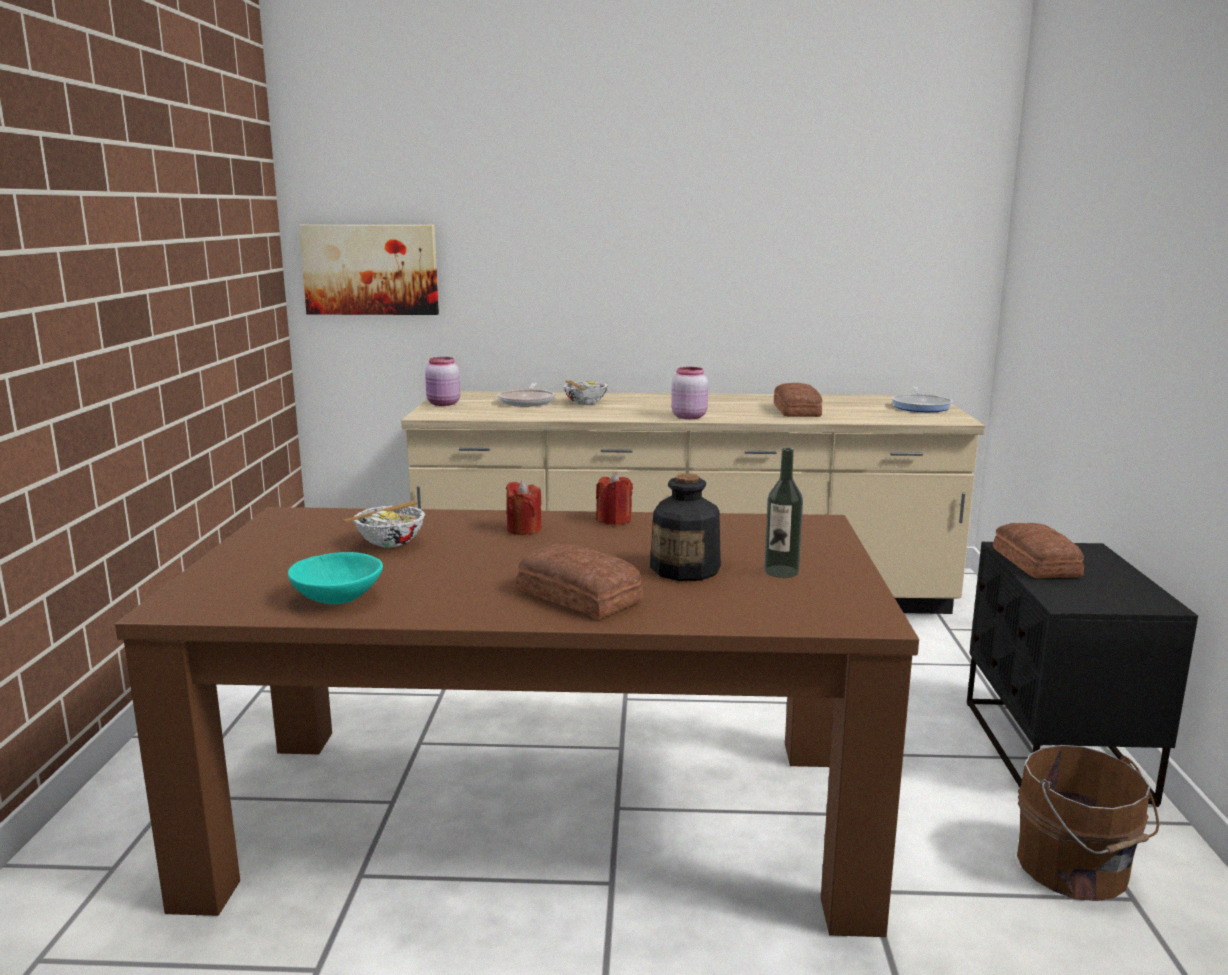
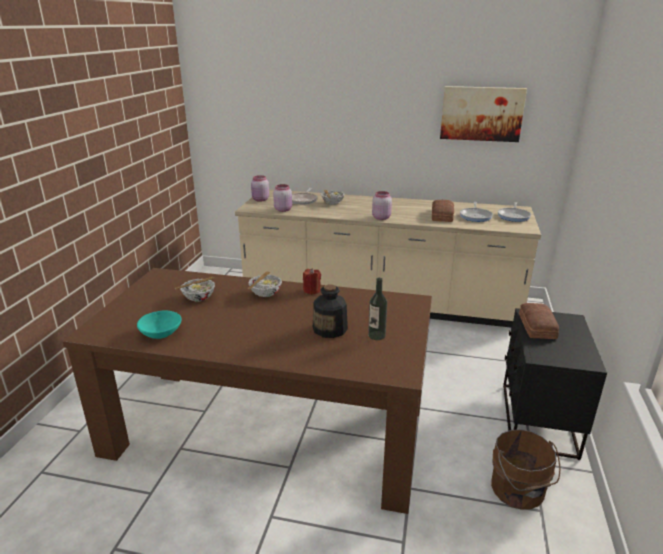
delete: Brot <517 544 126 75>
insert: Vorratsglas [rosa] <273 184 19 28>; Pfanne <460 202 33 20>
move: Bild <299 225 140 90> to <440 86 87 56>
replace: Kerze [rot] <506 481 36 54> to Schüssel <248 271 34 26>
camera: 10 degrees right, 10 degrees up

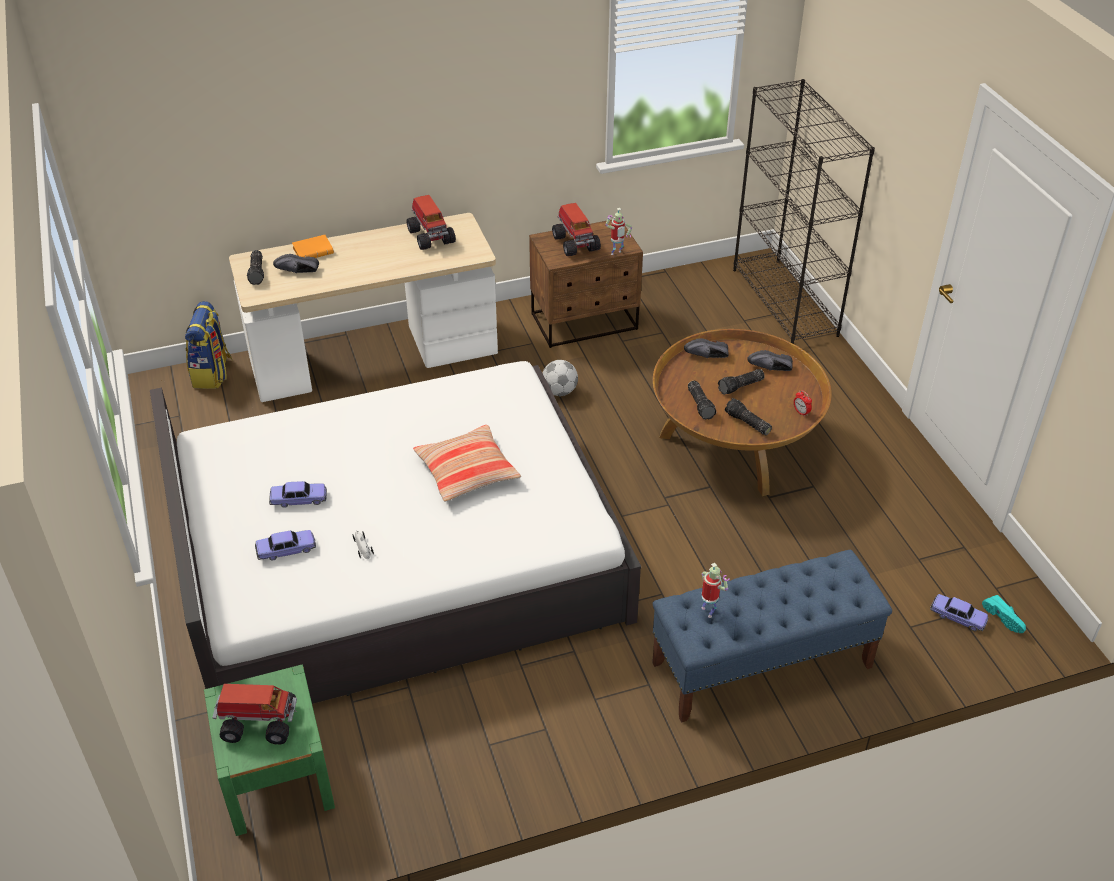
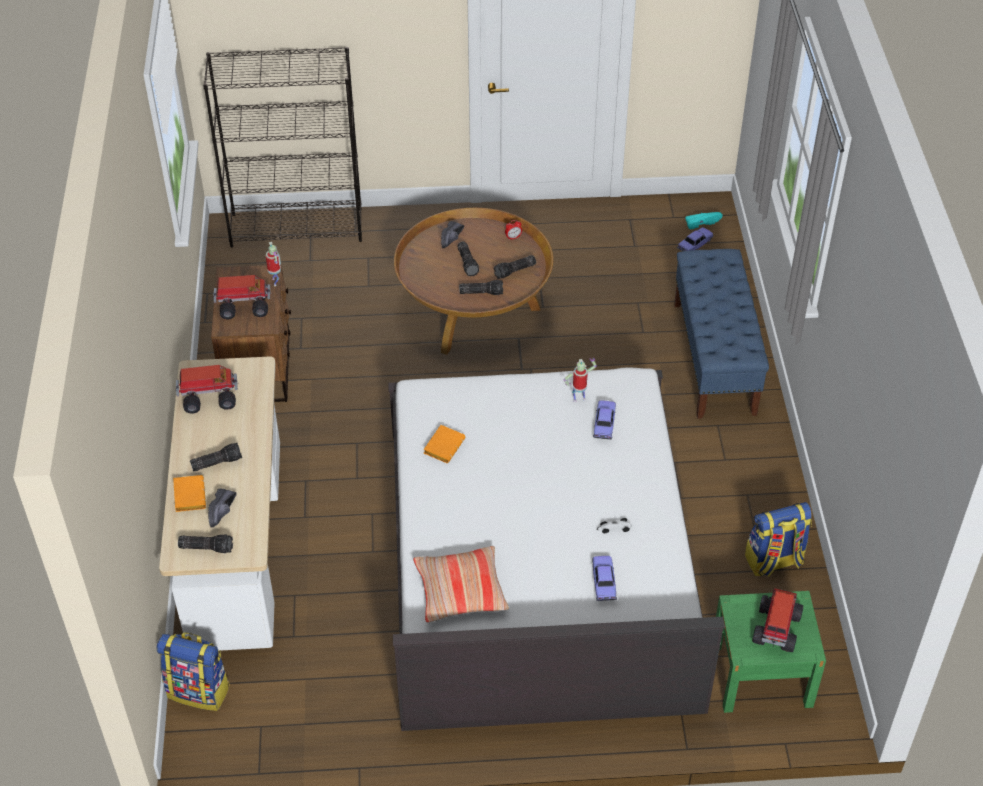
delete: Fußball <542 360 36 36>; Schuh [schwarz] <684 338 45 20>
insert: Taschenlampe <190 443 52 28>; Buch [orange] <424 425 41 38>; Rucksack <745 502 67 75>
move: Spielzeugauto <269 481 58 27> to <593 400 23 40>; Kissen <413 425 108 77> to <413 546 96 76>; Spielzeugroboter <701 563 29 55> to <564 358 33 44>
camera: 75 degrees left, 5 degrees up

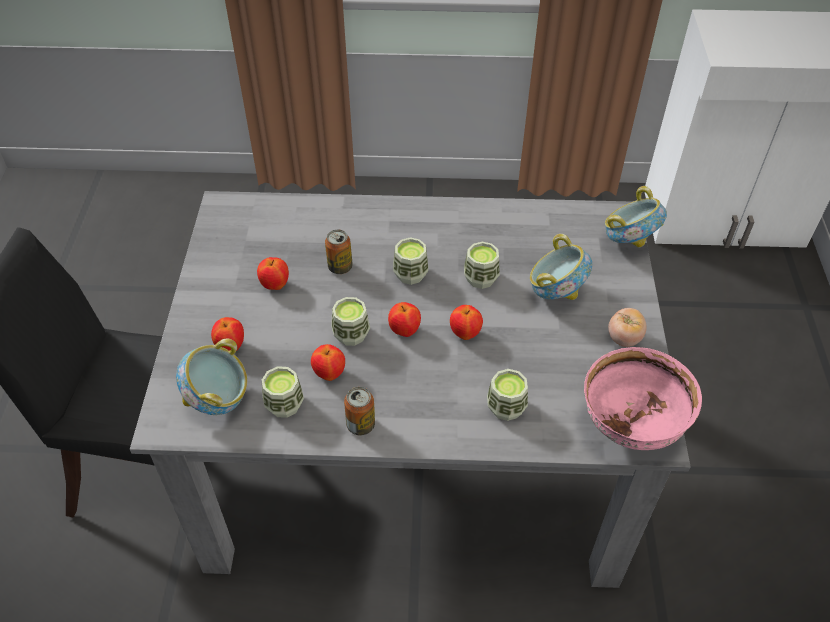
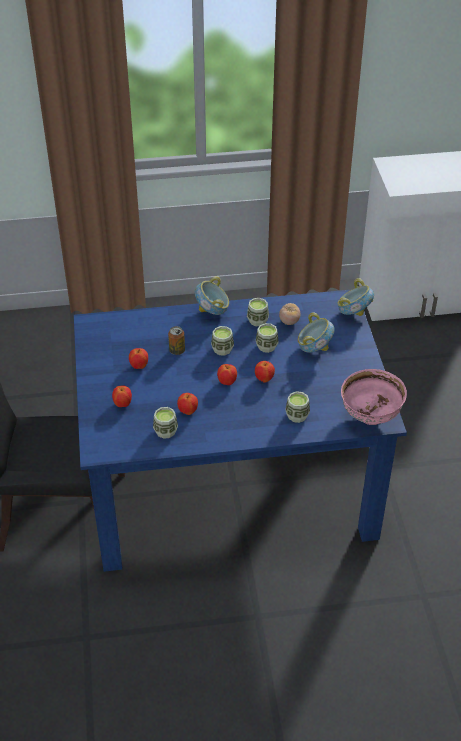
delete: Dose <344 387 31 48>
move: Schüssel <176 339 71 76> to <195 276 34 39>; Tasse <331 297 39 49> to <247 298 22 28>; Tomate <608 308 39 39> to <279 303 21 22>
recolor: Esstisch [grau] <130 191 561 397> to Esstisch [blau] <74 290 333 282>
camera: 10 degrees left, 5 degrees down

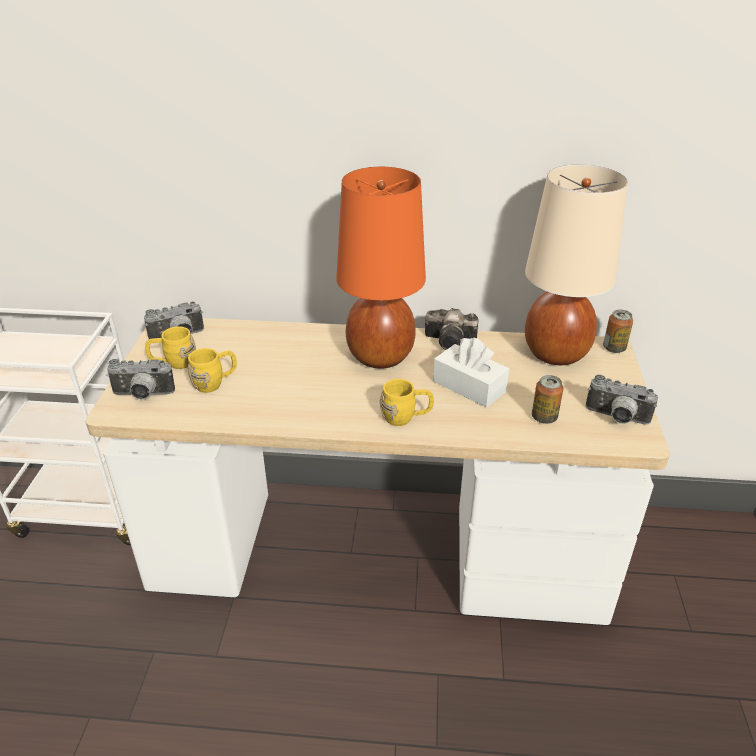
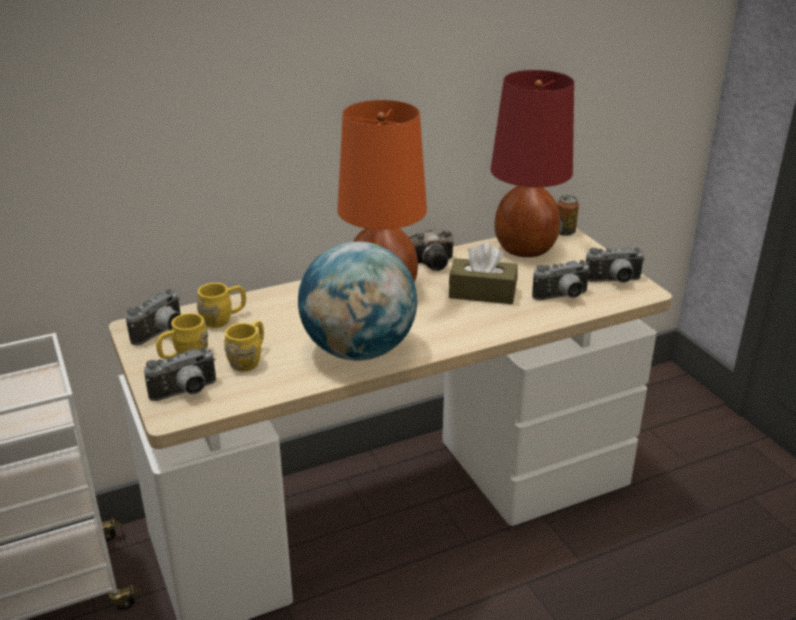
insert: Globus <298 241 119 120>
move: Henkelbecher [gelb] <380 379 54 47> to <197 283 49 45>
replace: Dose <532 375 31 49> to Kamera <532 260 59 40>
recolor: Taschentuchbox [weiß] <433 337 76 71> to Taschentuchbox [braun] <449 243 69 61>; Tischlampe [beige] <525 164 103 201> to Tischlampe [rot] <491 70 83 187>
camera: 30 degrees left, 5 degrees down

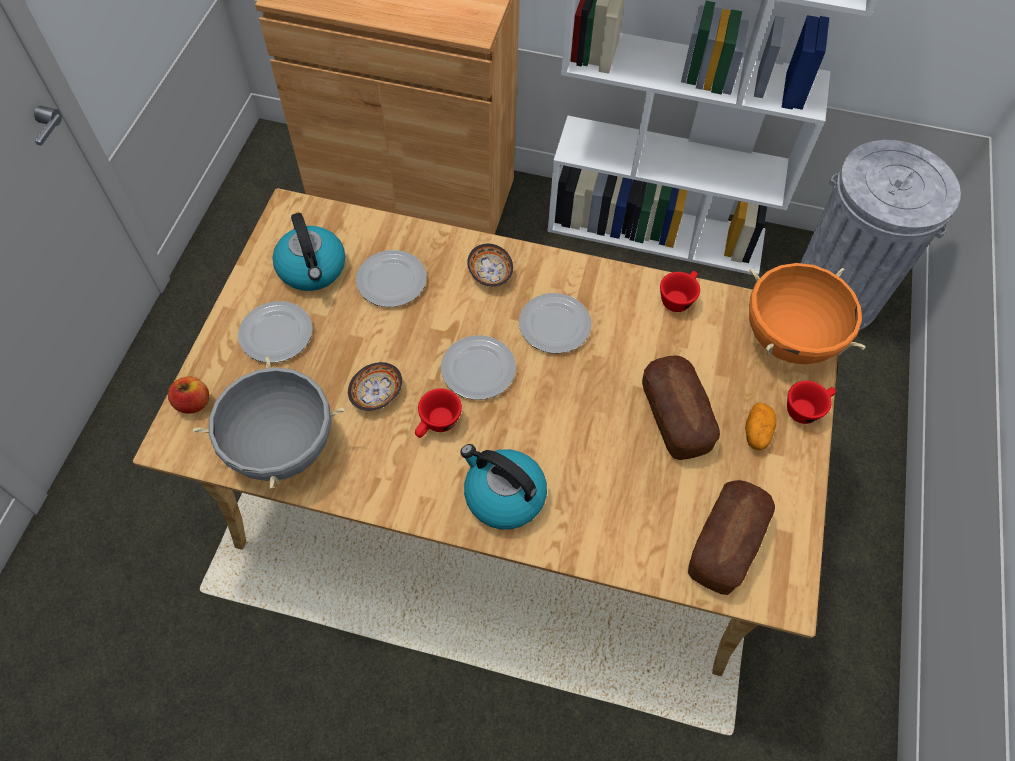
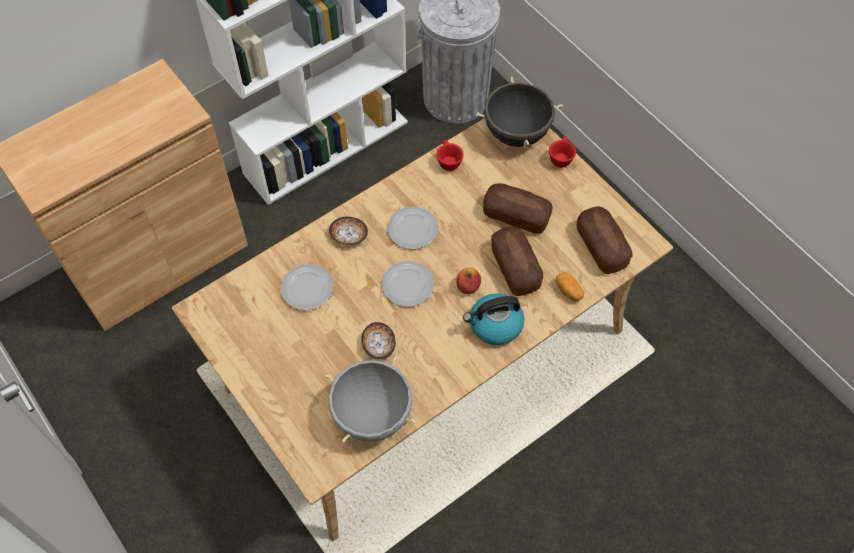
delete: Teller <238 301 75 62>; Wasserkessel <273 213 72 78>; Tasse [rot] <415 388 47 50>
insert: Brot <491 226 52 70>
move: Apfel <168 376 41 38> to <456 268 25 26>; Kartoffel <745 403 31 48> to <556 272 28 29>
recolor: Kochtopf [orange] <749 263 117 101> to Kochtopf [schwarz] <476 76 87 72>
camera: 50 degrees left, 0 degrees up

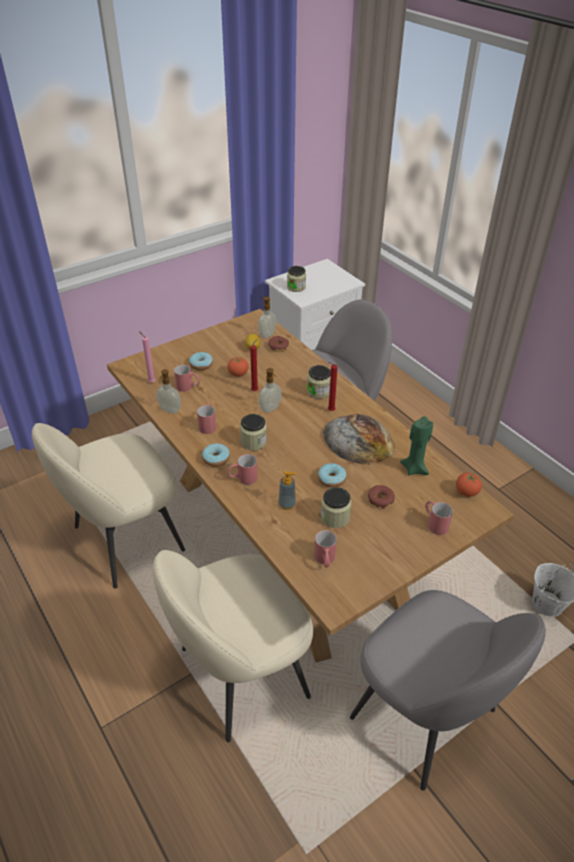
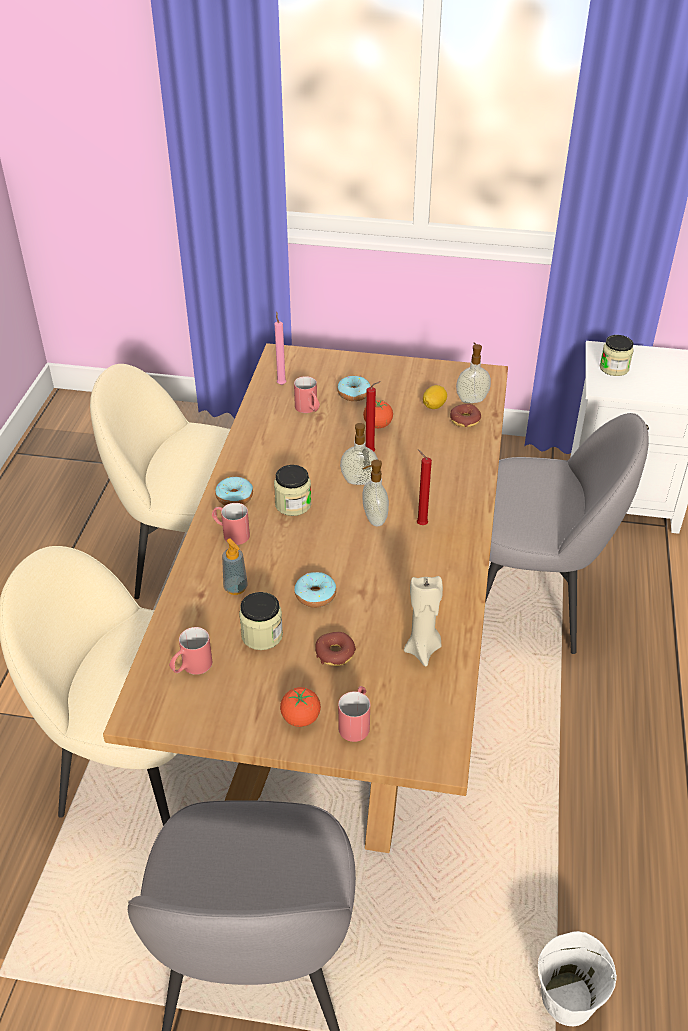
delete: Henkelbecher [rot] <197 404 19 30>; Vorratsglas <307 365 24 34>; Brot <323 414 72 51>
move: Seifenspender <156 369 25 44> to <362 460 27 66>; Tomate <456 472 26 25> to <280 687 41 40>
recolor: Kerze [grün] <400 416 33 60> to Kerze [beige] <404 576 39 90>
camera: 45 degrees right, 0 degrees up

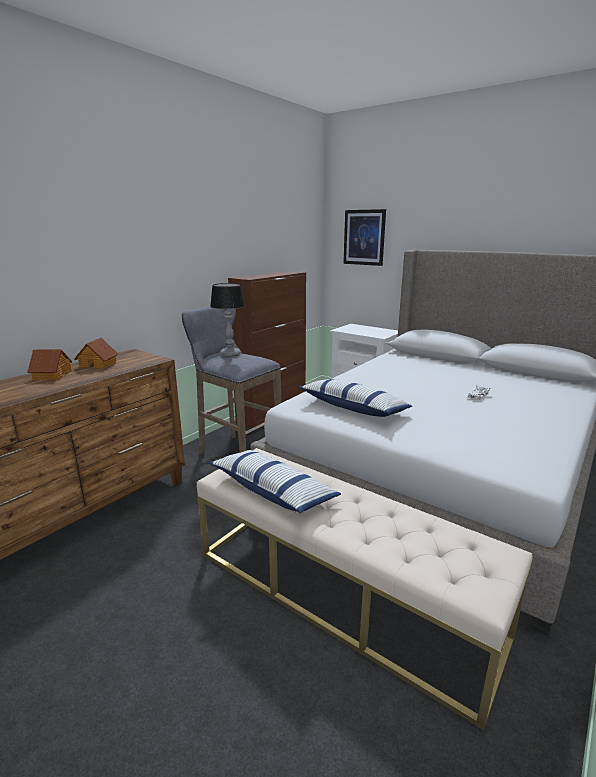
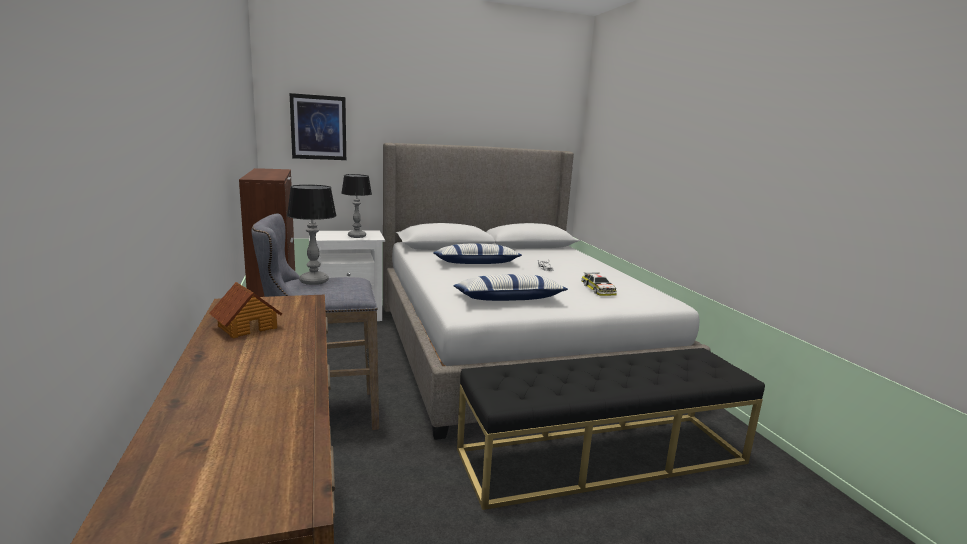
delete: Spielzeughaus <28 349 44 31>
insert: Tischlampe <341 174 31 64>; Spielzeugauto <582 272 35 24>
move: Kissen <209 450 132 63> to <433 244 89 20>
recolor: Bank [beige] <197 448 336 282> to Bank [schwarz] <457 348 308 162>
camera: 55 degrees left, 5 degrees down

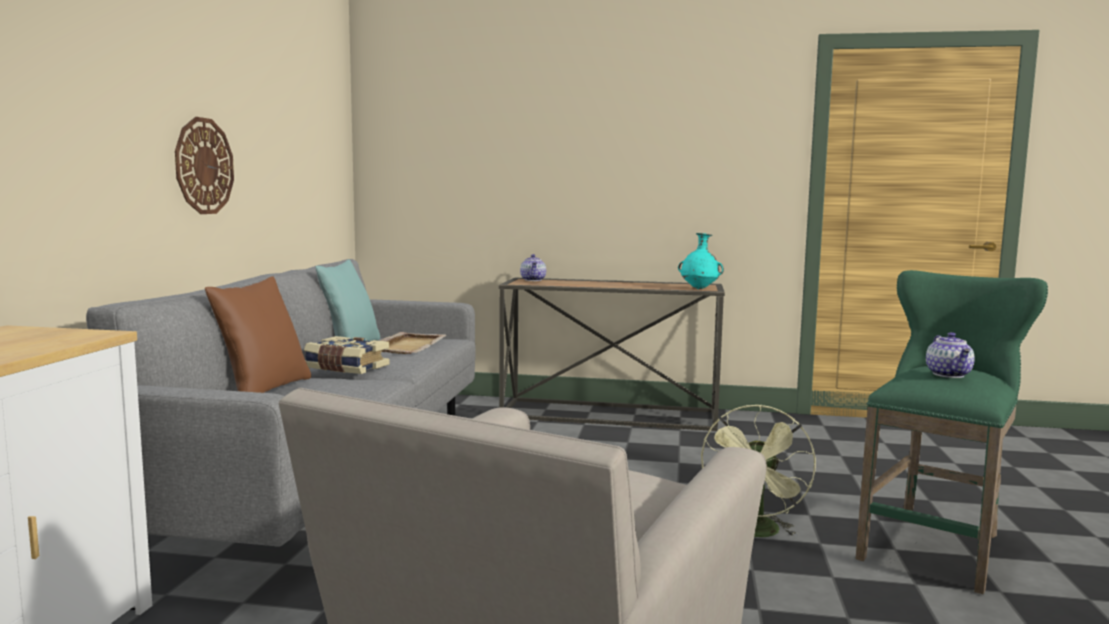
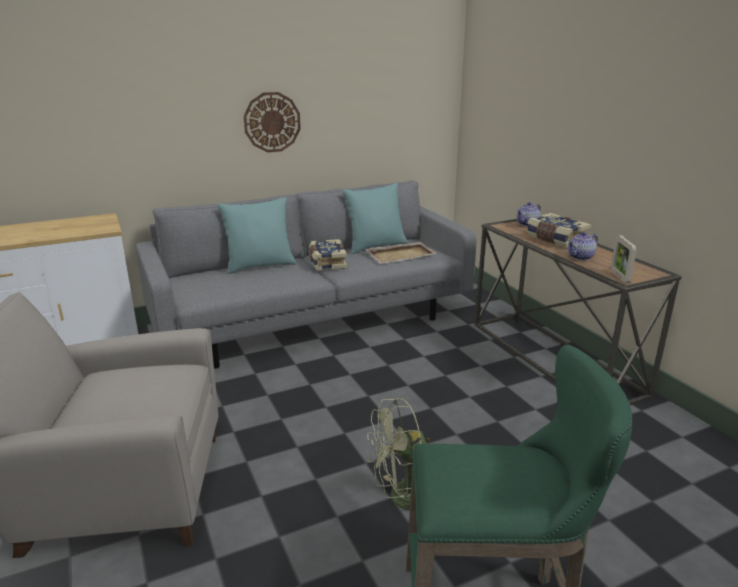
insert: Buch <526 213 65 35>
move: Teekanne <926 332 49 46> to <568 232 30 29>
replace: Vase [türkis] <678 233 46 56> to Bilderrahmen <611 235 26 48>
recolor: Kissen [braun] <205 276 106 117> to Kissen [türkis] <217 198 79 76>
camera: 55 degrees right, 15 degrees up

